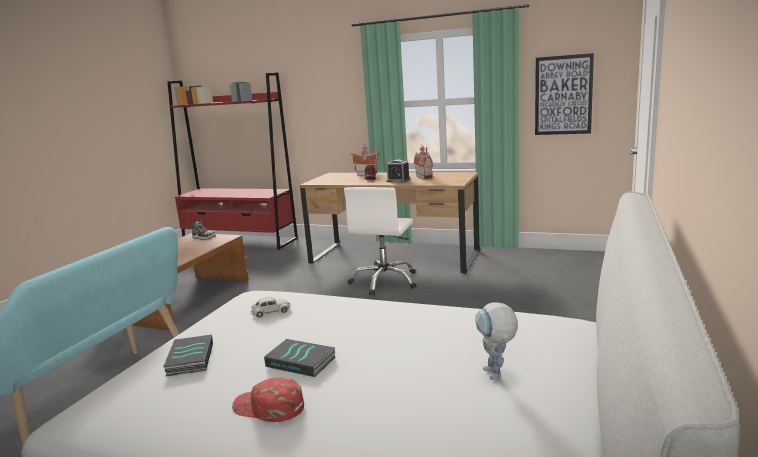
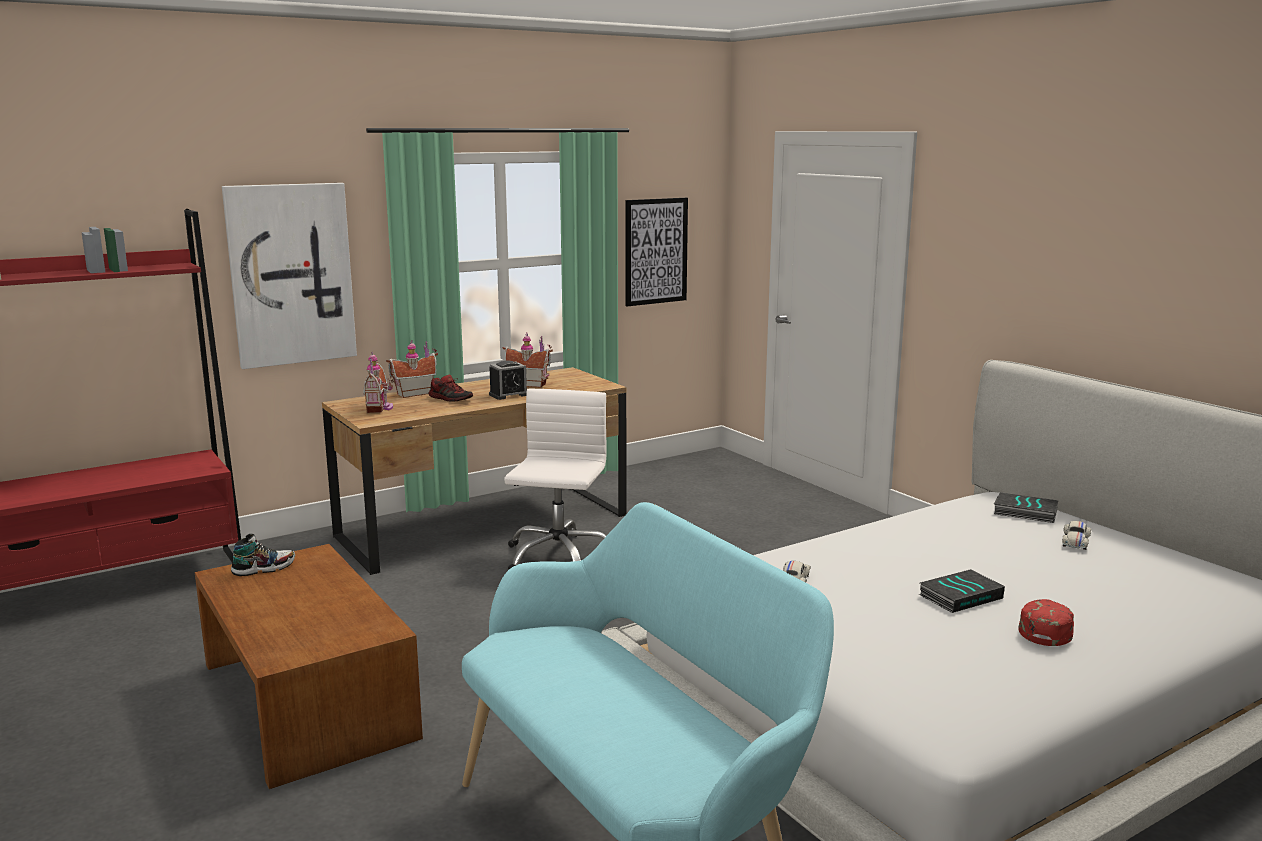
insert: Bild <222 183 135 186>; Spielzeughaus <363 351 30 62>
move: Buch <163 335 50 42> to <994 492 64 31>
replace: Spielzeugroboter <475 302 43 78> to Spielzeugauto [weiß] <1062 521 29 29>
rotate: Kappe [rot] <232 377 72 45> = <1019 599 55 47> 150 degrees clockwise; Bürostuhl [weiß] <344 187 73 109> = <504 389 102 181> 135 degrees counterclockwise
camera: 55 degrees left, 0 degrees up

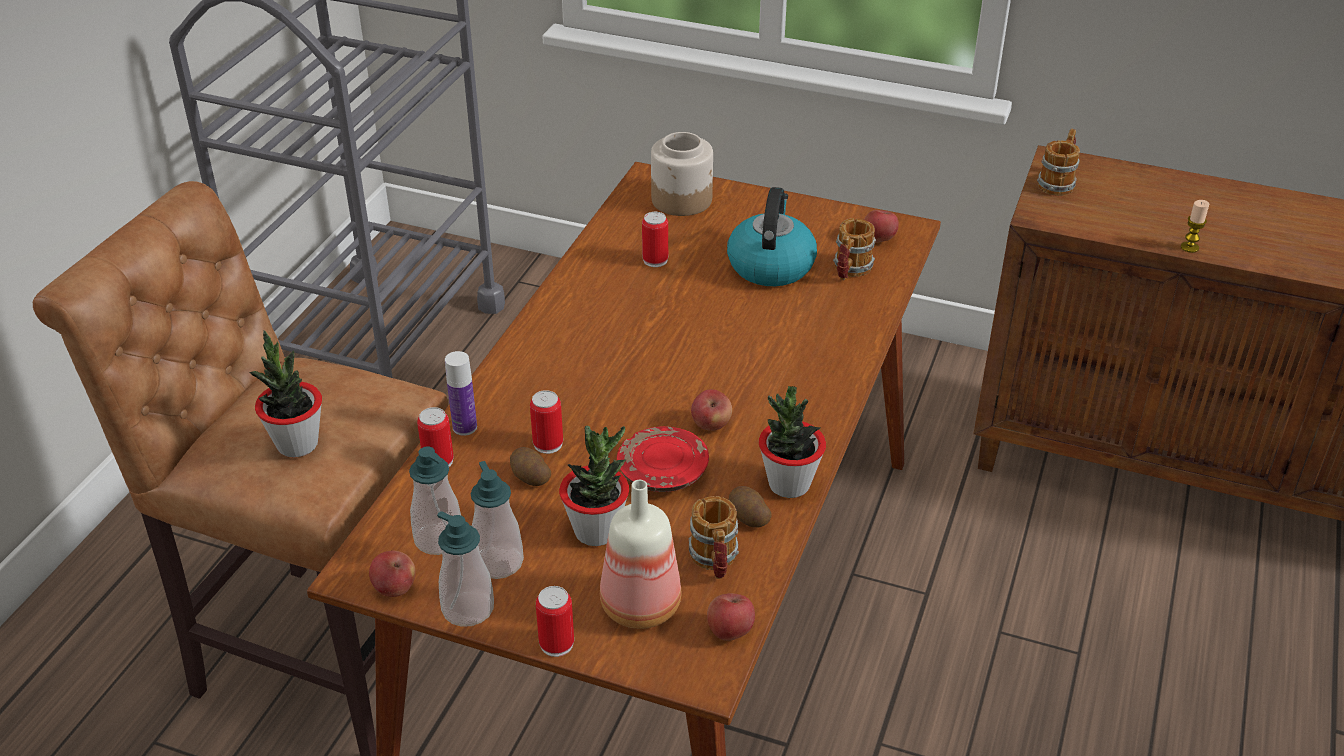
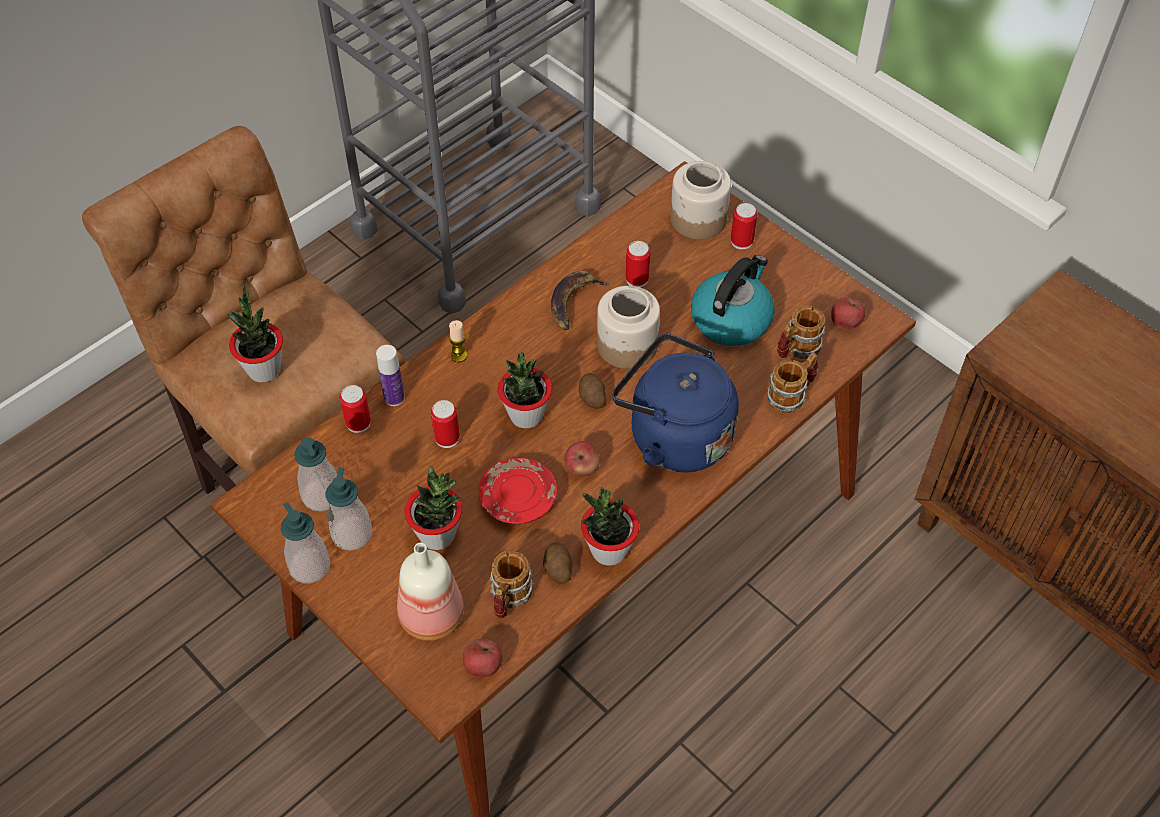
delete: Apfel <369 551 47 46>
insert: Topfpflanze <498 352 54 77>; Banane <551 271 58 59>; Vorratsglas <597 286 63 83>; Wasserkessel [blau] <612 333 127 139>
move: Kartoffel <510 447 41 39> to <579 373 27 36>; Dose <536 586 38 71> to <731 203 26 47>; Henkelbecher <1037 129 43 67> to <767 353 51 61>; Kerze <1181 200 28 53> to <448 320 19 42>
camera: 25 degrees right, 15 degrees up

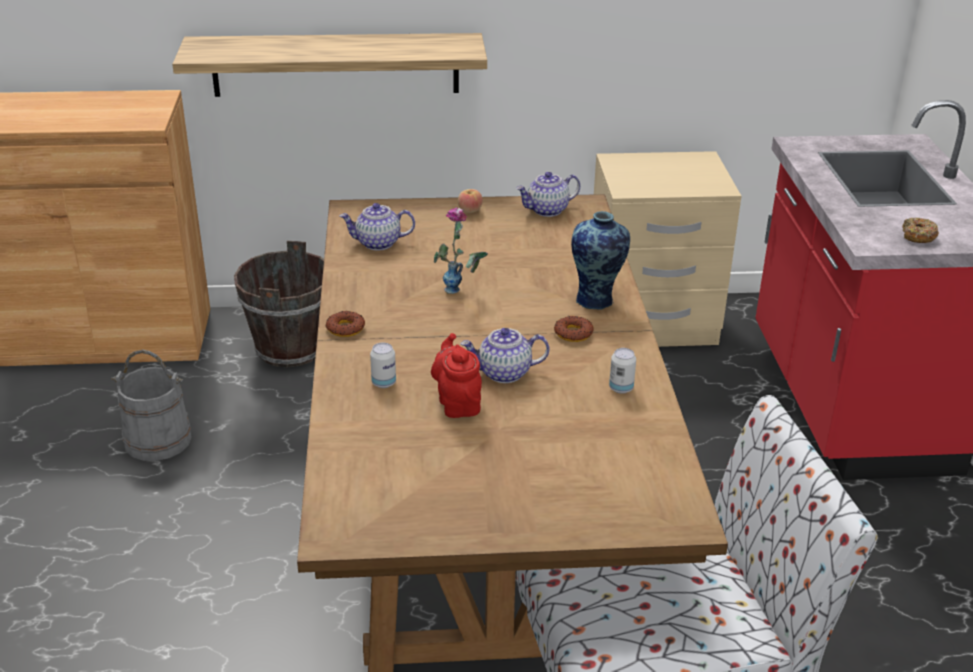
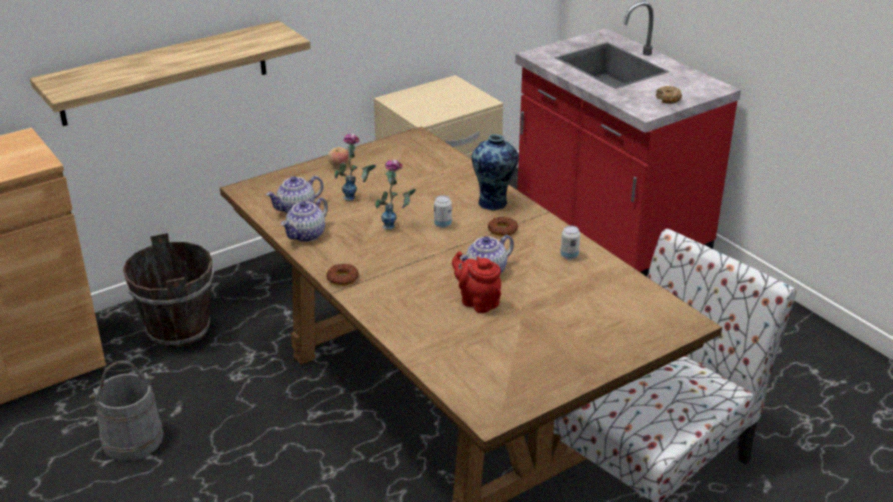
insert: Vase <334 133 42 68>
move: Dose <370 343 26 45> to <434 195 18 33>; Teekanne <516 172 64 45> to <281 198 47 44>
camera: 30 degrees left, 0 degrees up

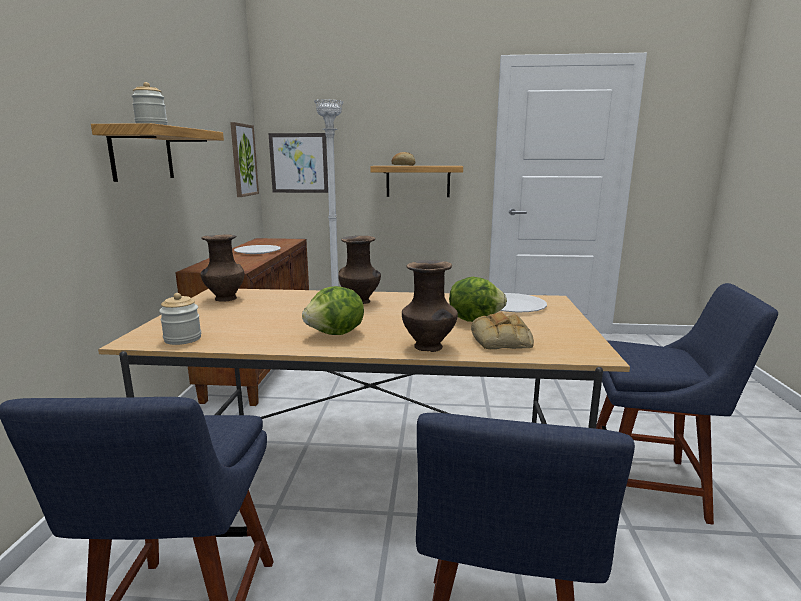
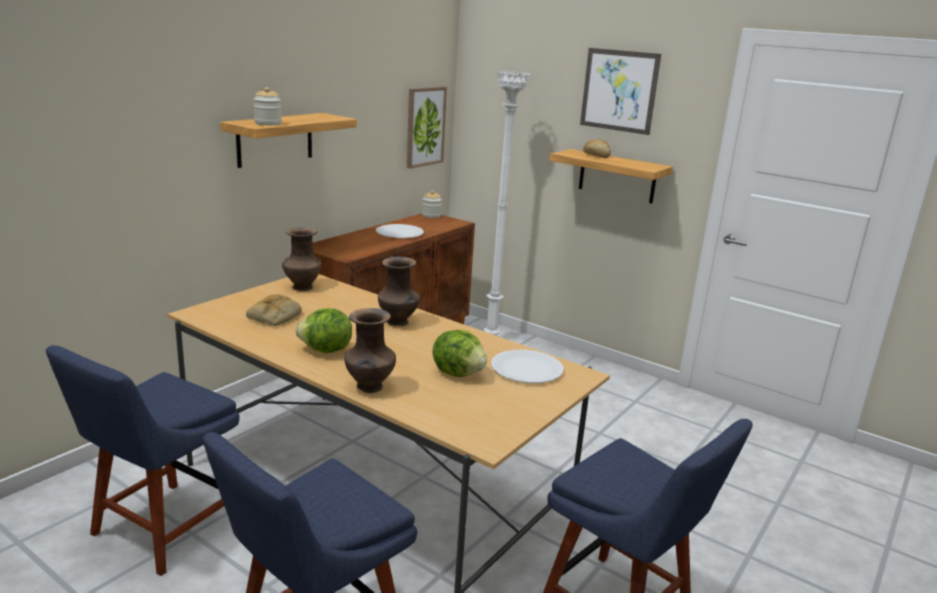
move: Vorratsglas <159 293 42 52> to <422 191 20 27>; Bild <268 133 60 60> to <580 48 81 87>; Brot <471 312 63 37> to <246 294 56 32>
camera: 30 degrees right, 5 degrees up

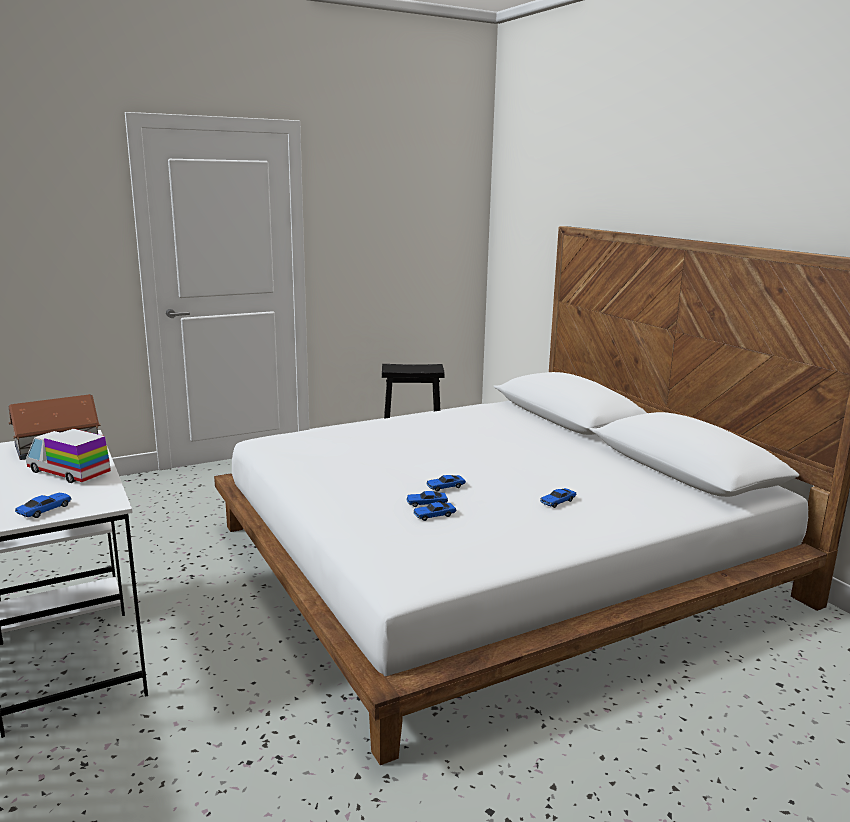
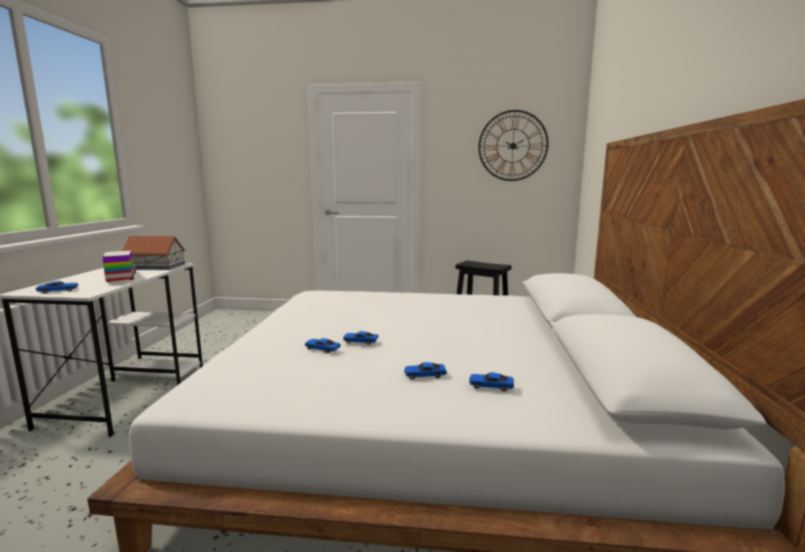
insert: Wanduhr <478 110 71 71>
move: Spielzeugauto <413 502 44 19> to <469 373 45 18>
camera: 35 degrees right, 5 degrees down

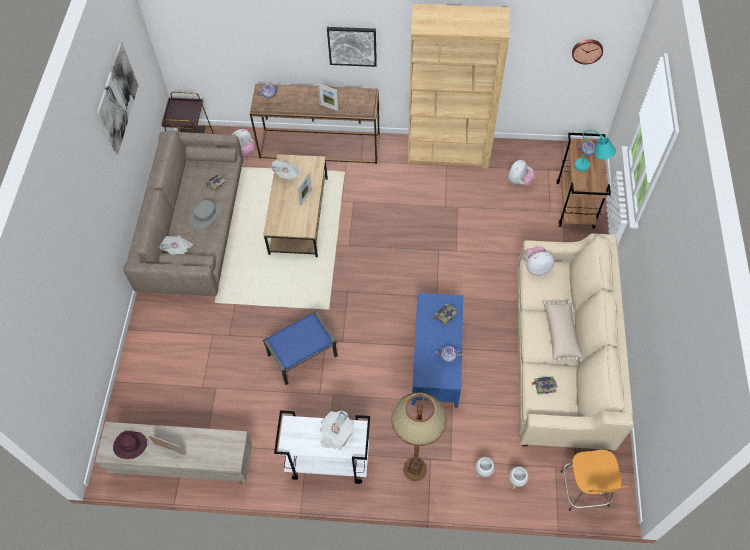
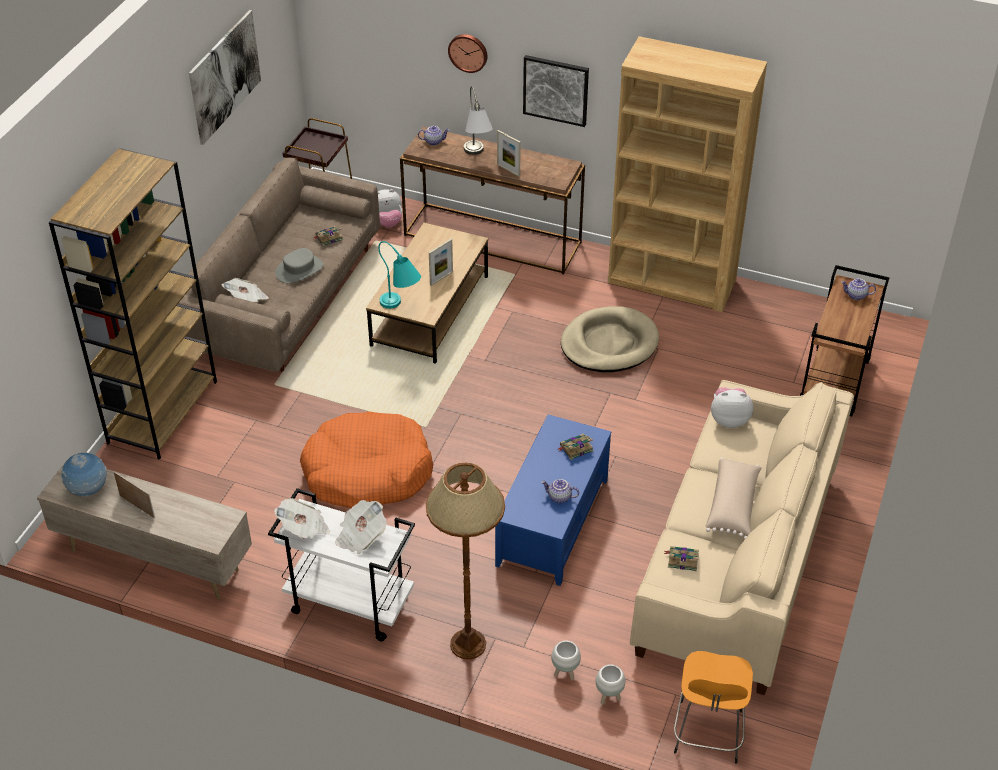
delete: Plüschtier <508 160 27 26>
insert: Bücherregal [braun] <49 148 168 312>; Tischlampe [grau] <464 86 29 69>; Hundebett [beige] <561 306 98 66>
move: Zeitung <271 160 31 20> to <274 498 56 41>; Wanduhr <572 39 31 25> to <448 34 40 39>; Tischlampe [türkis] <574 130 42 42> to <379 241 42 68>
replace: Hut [lila] <113 431 34 28> to Globus <61 453 45 44>; Polsterhocker [blau] <263 311 75 74> to Hundebett [orange] <300 412 133 96>
camera: 15 degrees right, 15 degrees down

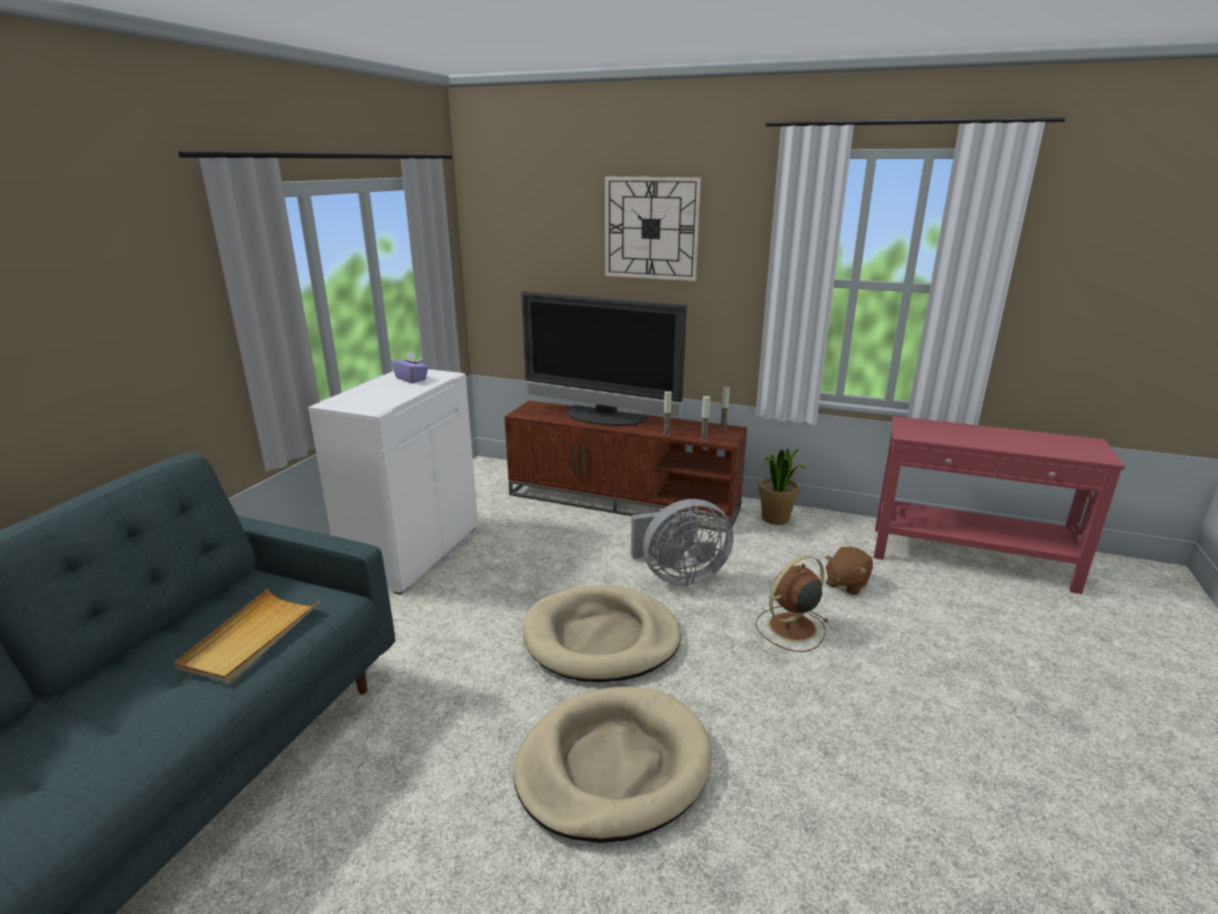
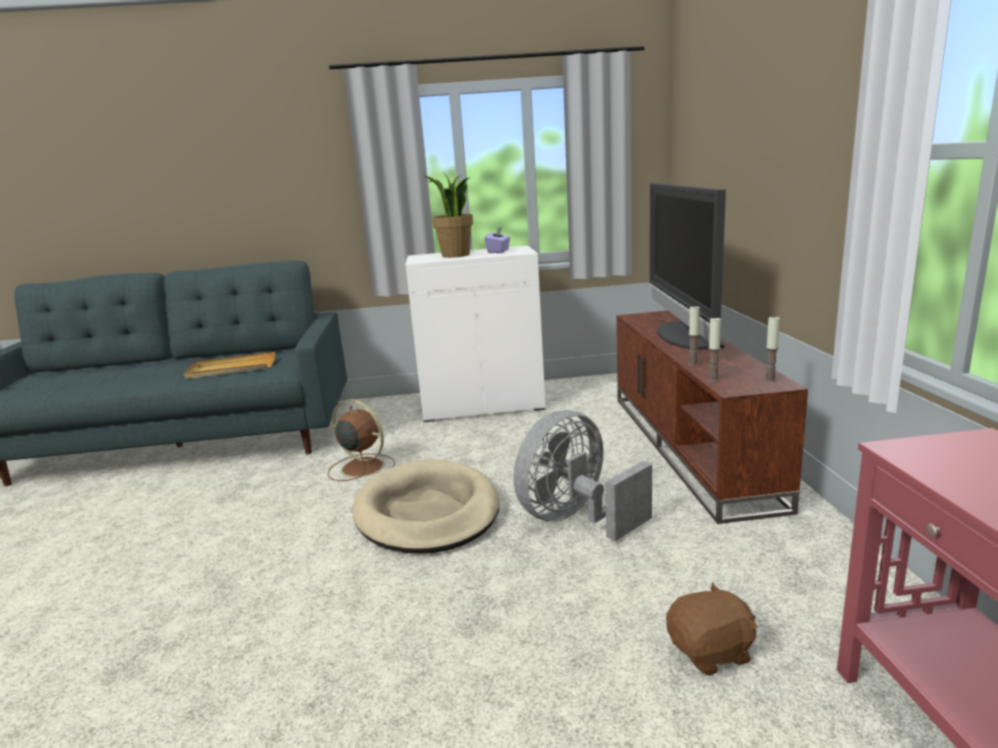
delete: Hundebett [beige] <514 686 198 157>; Wanduhr <605 177 96 104>
move: Ventilator [braun] <755 555 73 97> to <328 399 67 82>; Topfpflanze <759 447 47 78> to <424 172 49 86>
rotate: Ventilator [grau] <631 499 102 87> = <513 410 139 131> 90 degrees clockwise; Plüschtier [braun] <825 547 48 48> = <666 582 91 93> 150 degrees clockwise
camera: 65 degrees right, 5 degrees down

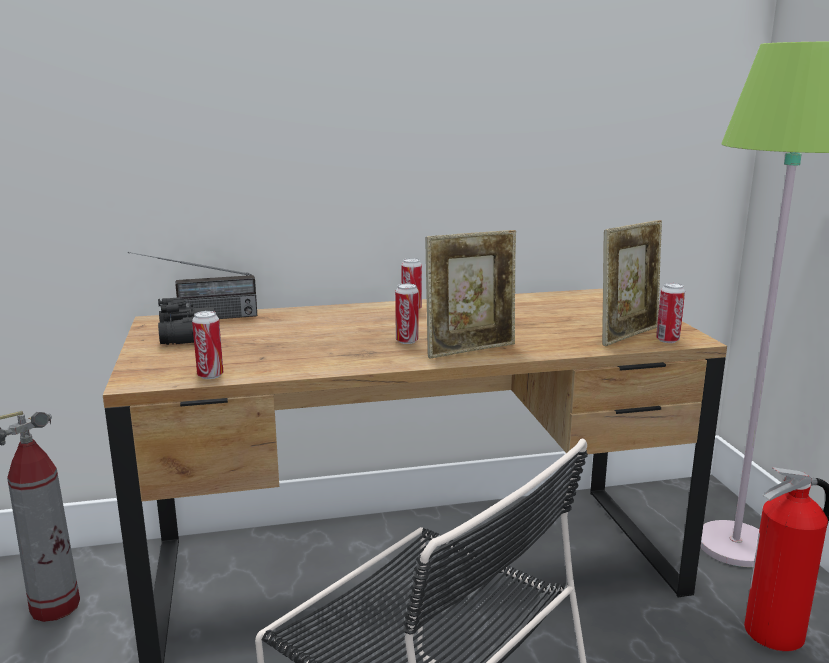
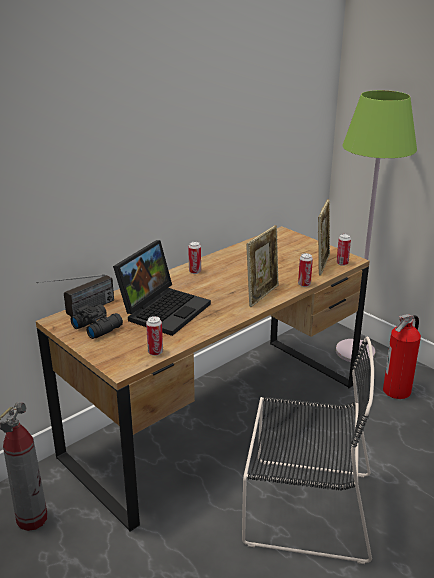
insert: Laptop <113 240 98 96>
move: Dose <395 283 24 61> to <298 253 15 34>
camera: 30 degrees left, 10 degrees up

